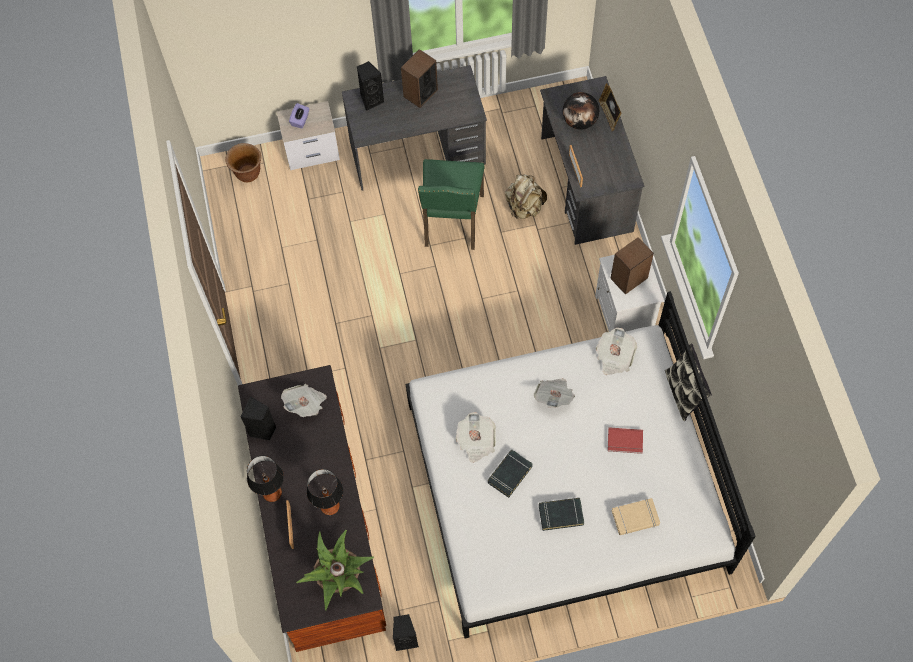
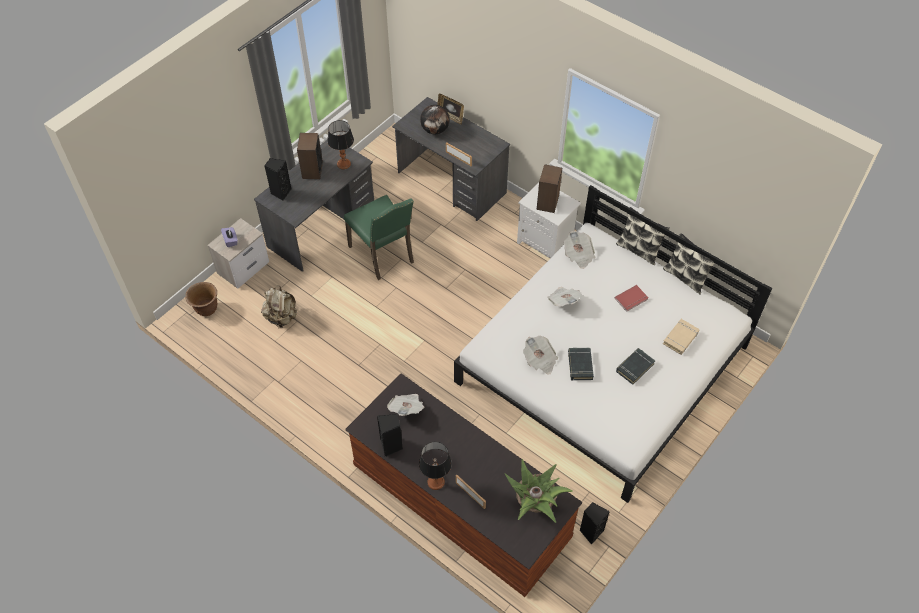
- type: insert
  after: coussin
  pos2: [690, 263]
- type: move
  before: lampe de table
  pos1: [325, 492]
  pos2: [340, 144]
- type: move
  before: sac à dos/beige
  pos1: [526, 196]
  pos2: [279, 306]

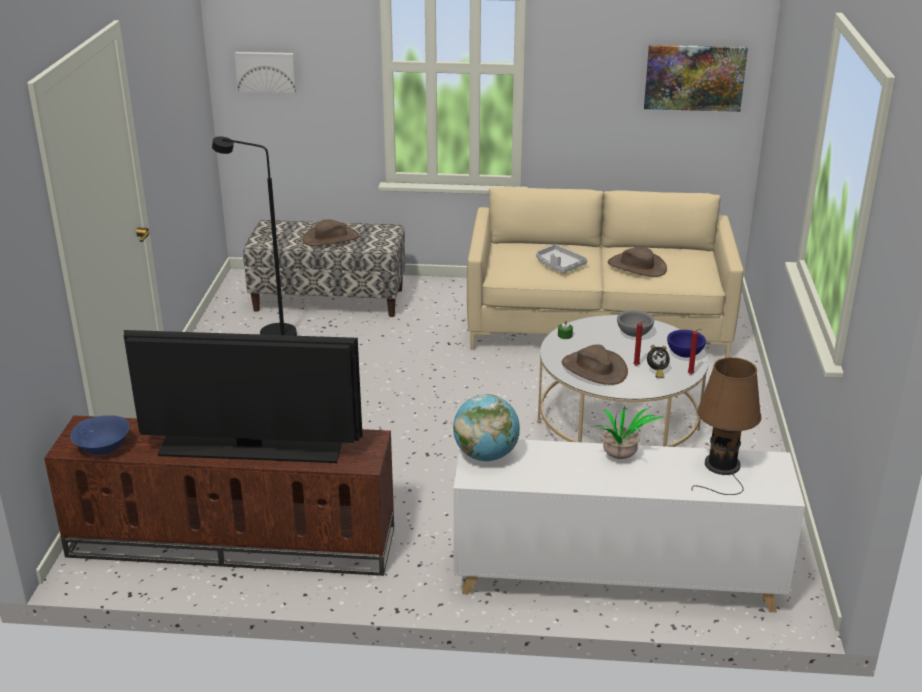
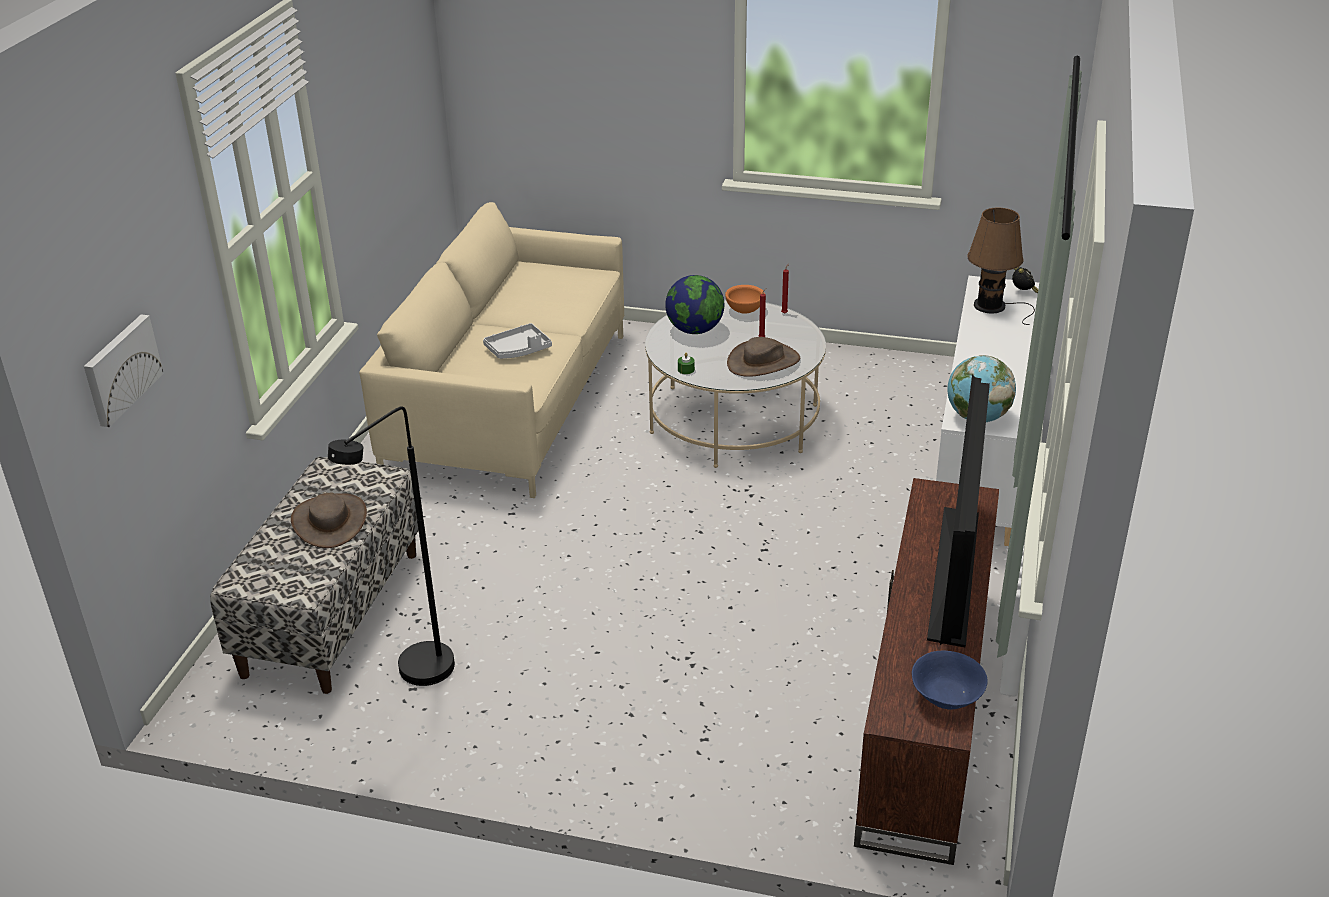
- type: delete
  before: plante en pot
  pos1: [626, 432]
- type: delete
  before: chapeau/marron
  pos1: [637, 262]
- type: delete
  before: tableau
  pos1: [696, 78]
- type: move
  before: réveil
  pos1: [658, 361]
  pos2: [1025, 280]
- type: replace
  before: bol/gris
  after: globe
  pos1: [635, 323]
  pos2: [694, 304]
- type: recolor
  before: bol/bleu
  after: bol/orange
  pos1: [686, 344]
  pos2: [745, 299]

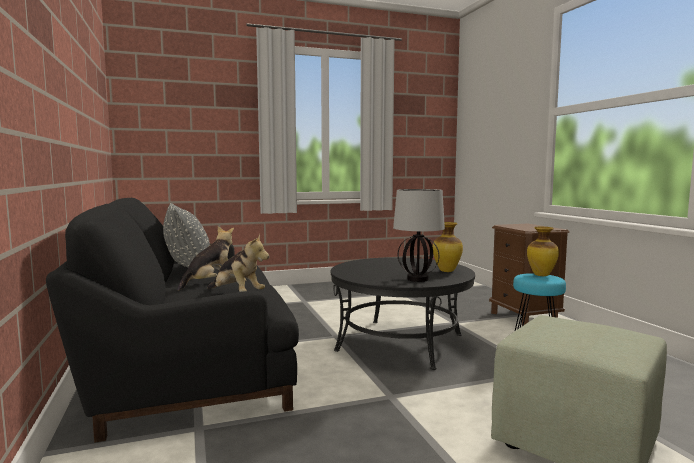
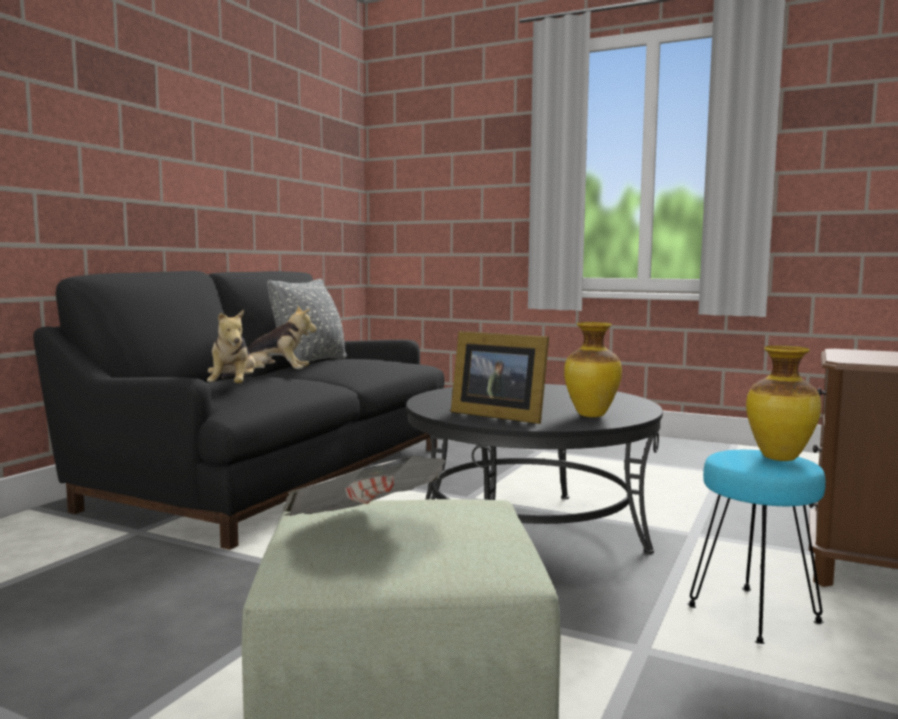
- type: insert
  after: journal
  pos2: [364, 486]
- type: replace
  before: lampe de table
  after: cadre photo
  pos1: [419, 235]
  pos2: [500, 377]

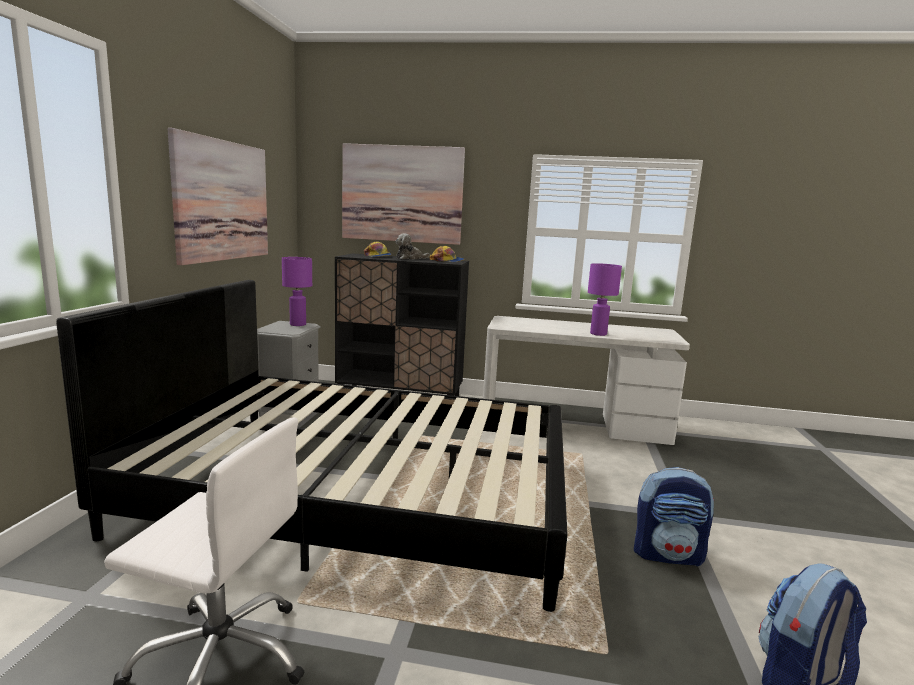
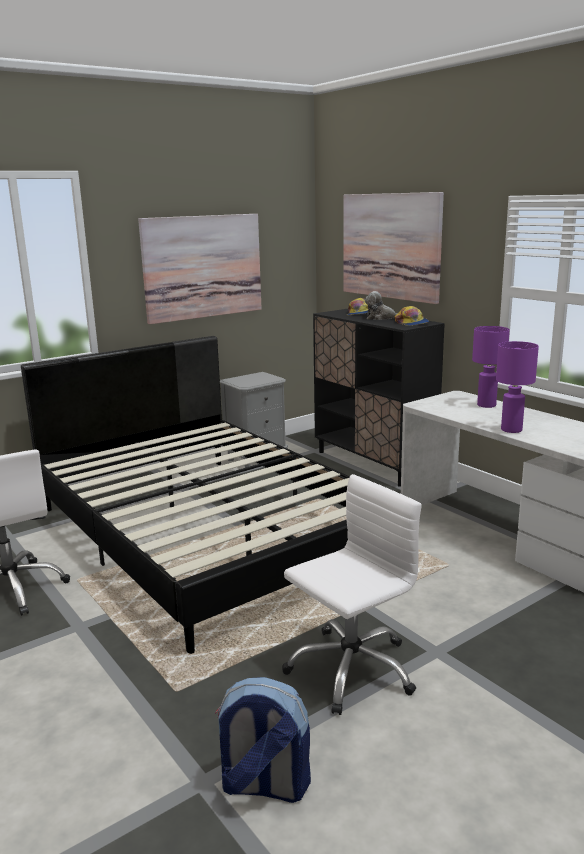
- type: move
  before: lampe de table/violet
  pos1: [297, 291]
  pos2: [491, 367]
- type: replace
  before: sac à dos
  after: chaise de bureau/blanc
  pos1: [674, 516]
  pos2: [352, 594]

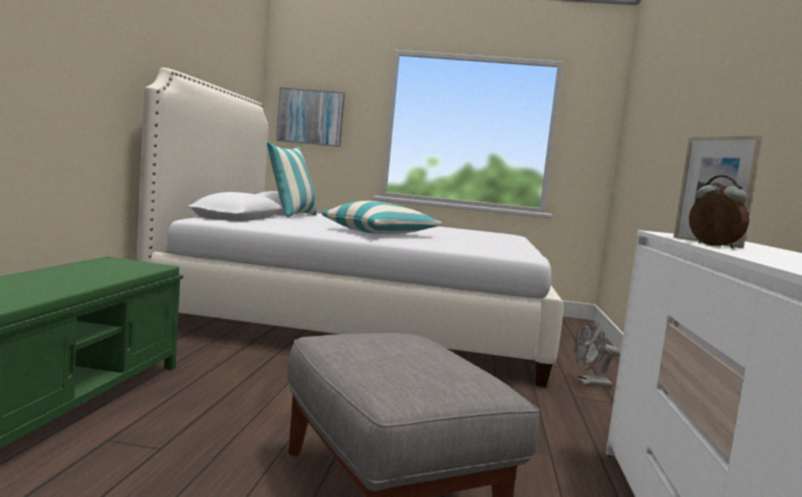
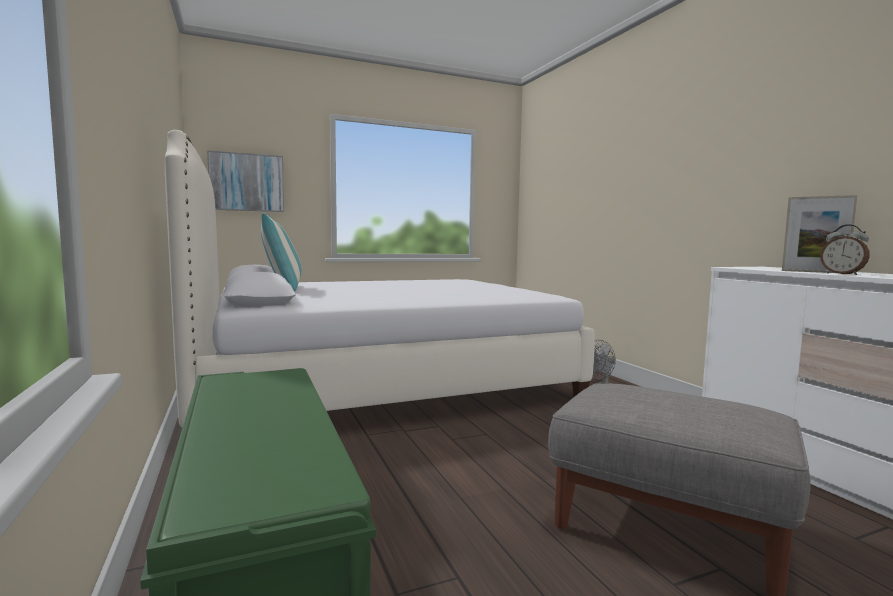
- type: delete
  before: coussin
  pos1: [382, 217]
- type: rotate
  before: réveil
  pos1: [719, 211]
  pos2: [845, 249]
  turn: -150

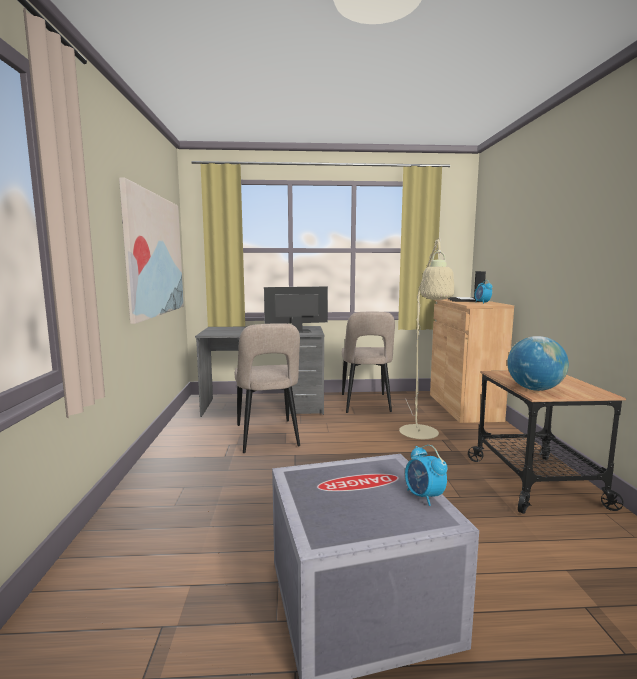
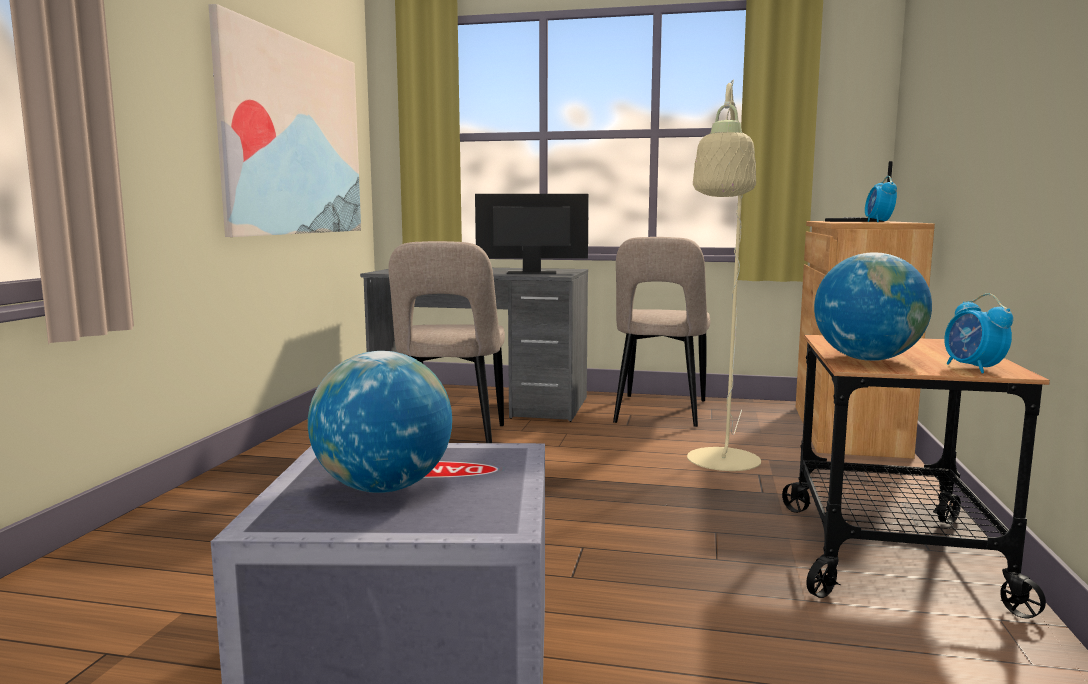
- type: insert
  after: globe
  pos2: [380, 422]
- type: move
  before: réveil
  pos1: [426, 475]
  pos2: [978, 333]

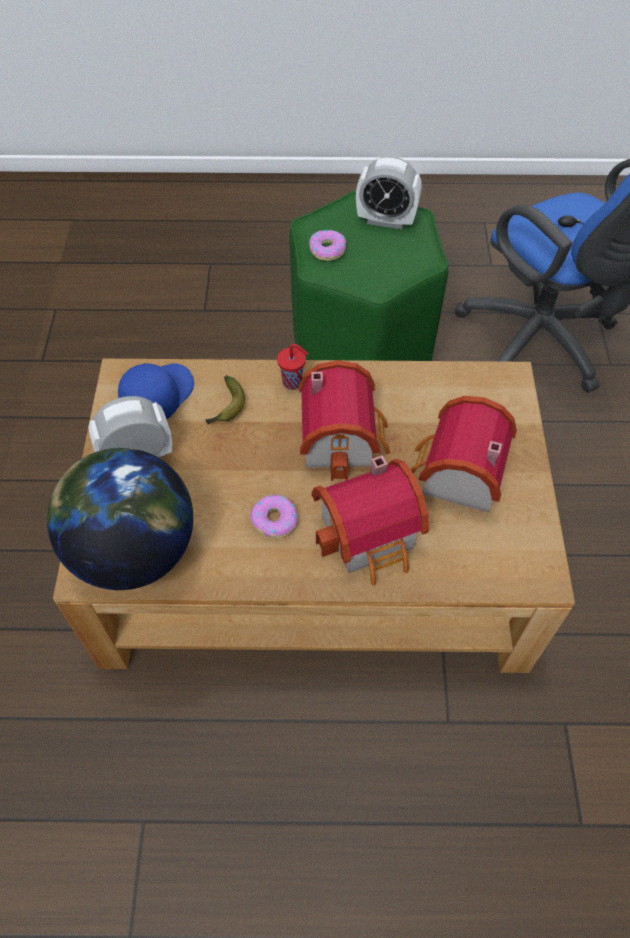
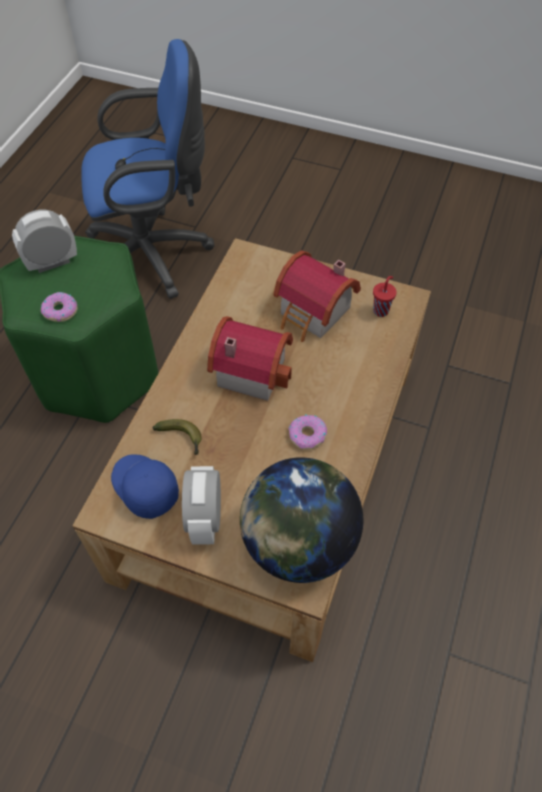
- type: delete
  before: maison miniature
  pos1: [370, 520]
- type: move
  before: tasse/rouge
  pos1: [292, 367]
  pos2: [385, 296]
- type: rotate
  before: réveil
  pos1: [389, 192]
  pos2: [44, 241]
  turn: -150

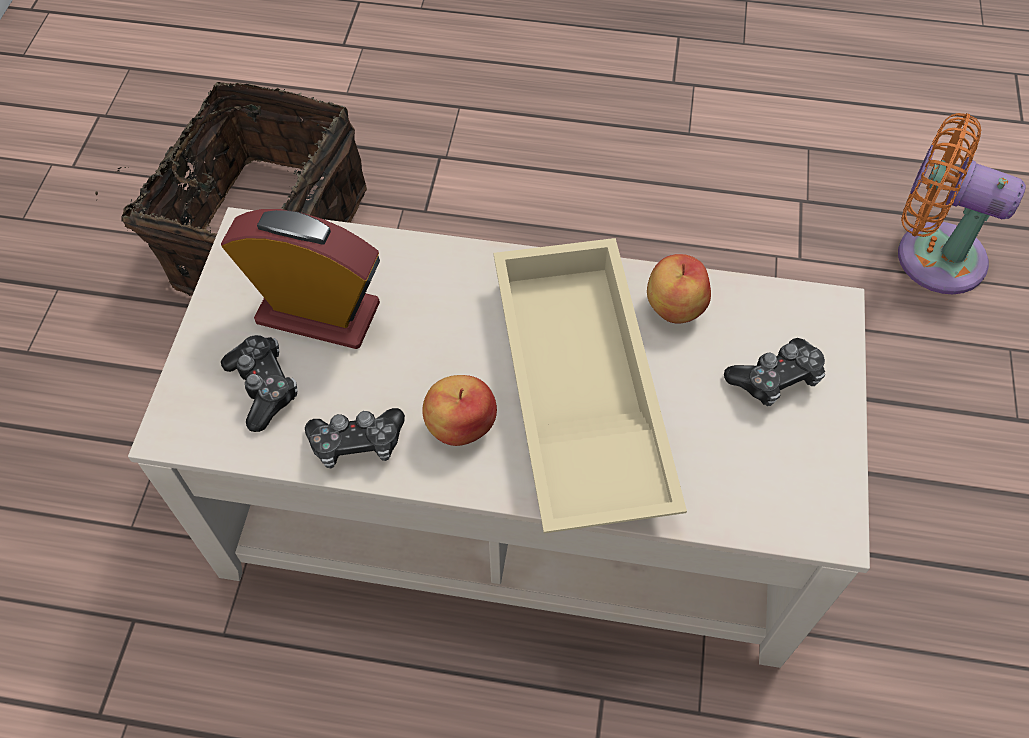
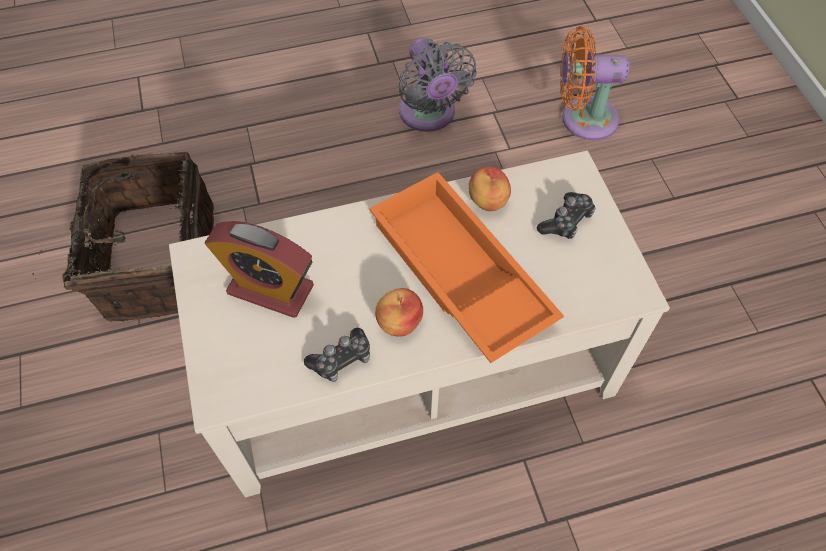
- type: delete
  before: manette
  pos1: [259, 383]
- type: insert
  after: ventilateur/gris
  pos2: [437, 85]
- type: recolor
  before: plateau/beige
  after: plateau/orange
  pos1: [590, 386]
  pos2: [466, 267]
- type: rotate
  before: réveil
  pos1: [300, 279]
  pos2: [259, 269]
  turn: -150

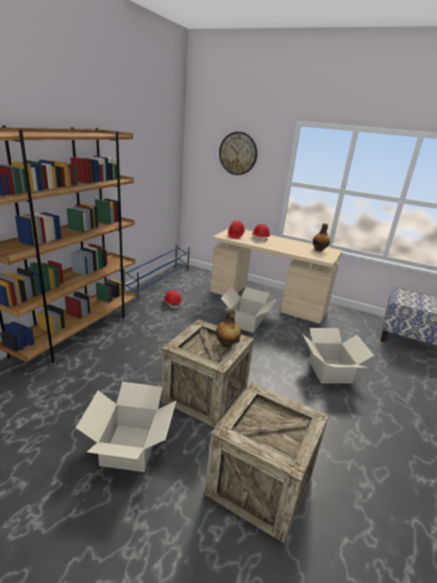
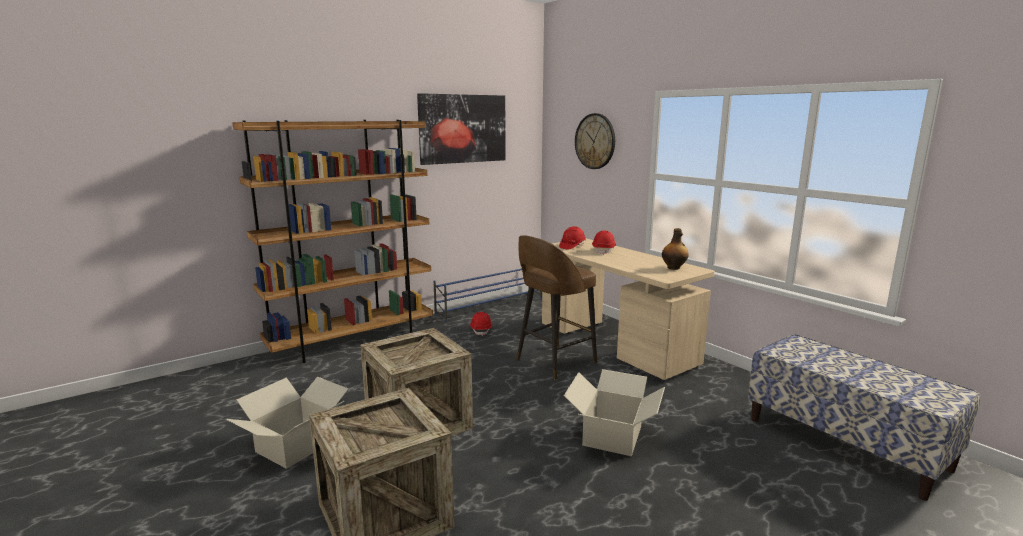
- type: delete
  before: bouteille
  pos1: [228, 328]
- type: insert
  after: tableau
  pos2: [461, 129]
- type: replace
  before: carton
  after: tabouret/marron
  pos1: [249, 310]
  pos2: [556, 307]

